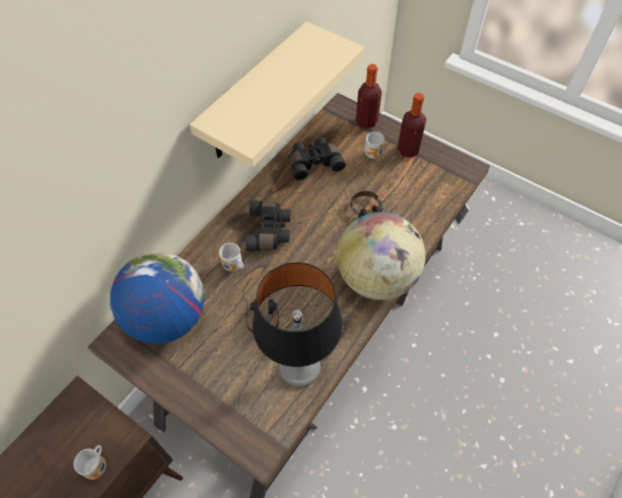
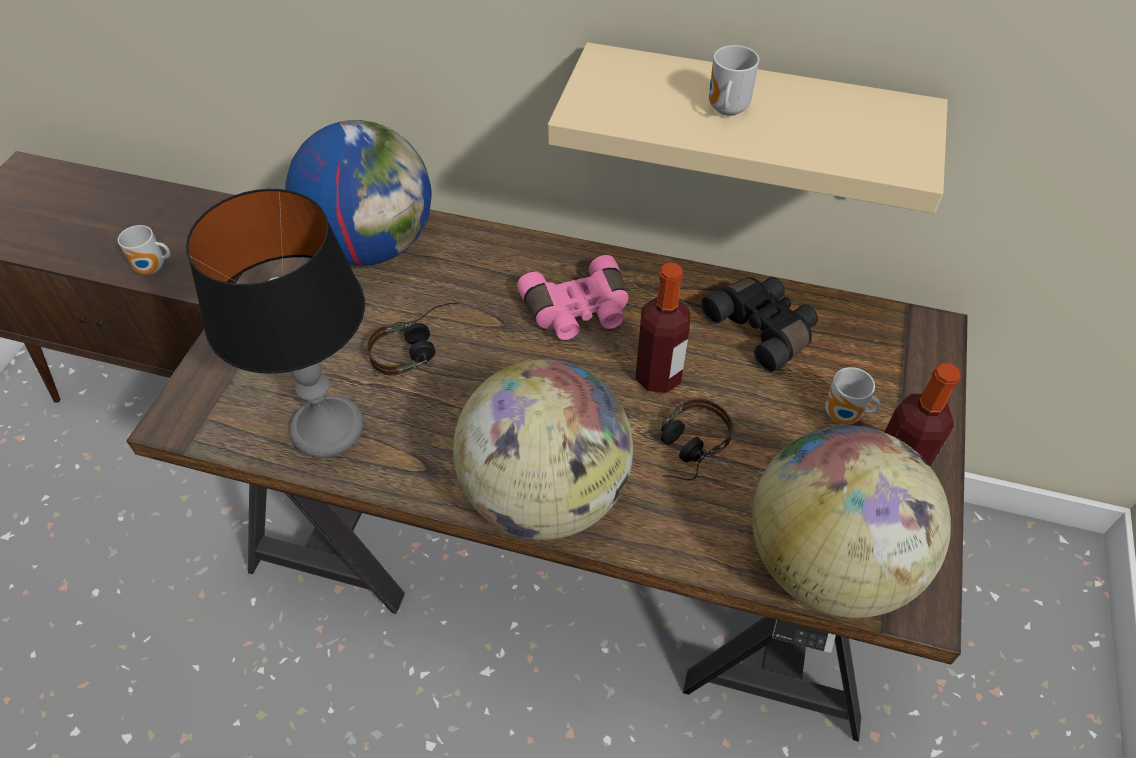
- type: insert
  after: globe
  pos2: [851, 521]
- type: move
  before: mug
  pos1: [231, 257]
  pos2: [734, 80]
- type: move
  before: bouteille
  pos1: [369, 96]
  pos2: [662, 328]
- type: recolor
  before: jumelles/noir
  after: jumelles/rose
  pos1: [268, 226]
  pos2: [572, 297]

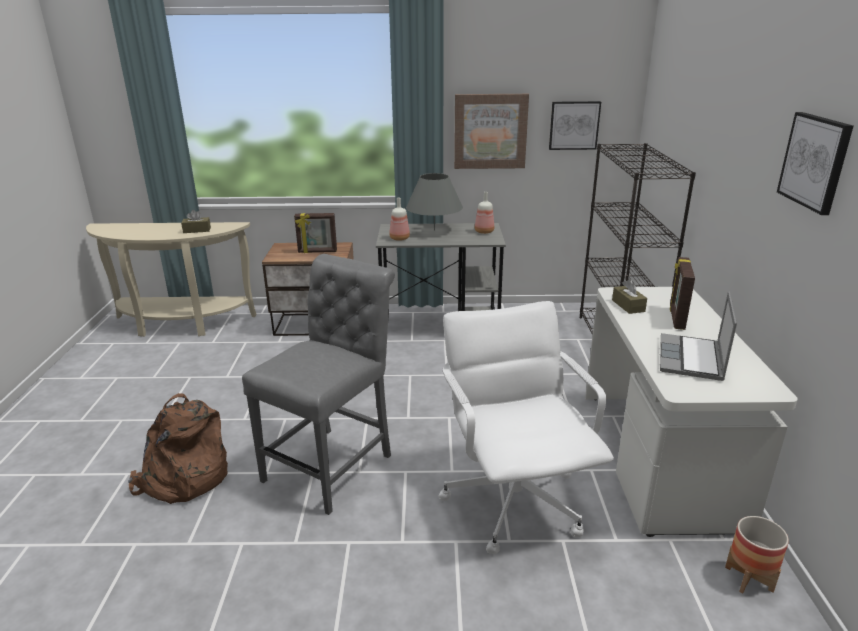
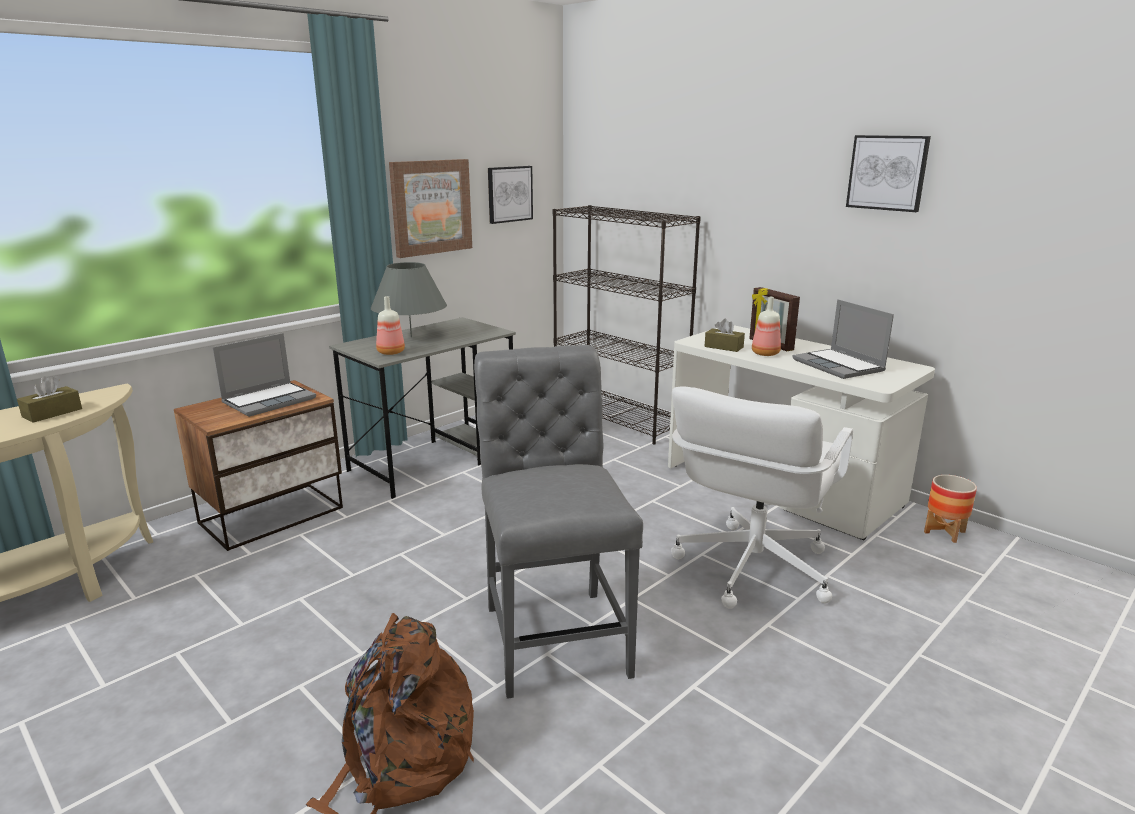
- type: move
  before: bouteille
  pos1: [484, 213]
  pos2: [766, 326]
- type: replace
  before: cadre photo
  after: ordinateur portable
  pos1: [315, 233]
  pos2: [264, 375]
- type: rotate
  before: chaise de bureau/blanc
  pos1: [526, 427]
  pos2: [762, 498]
  turn: -90

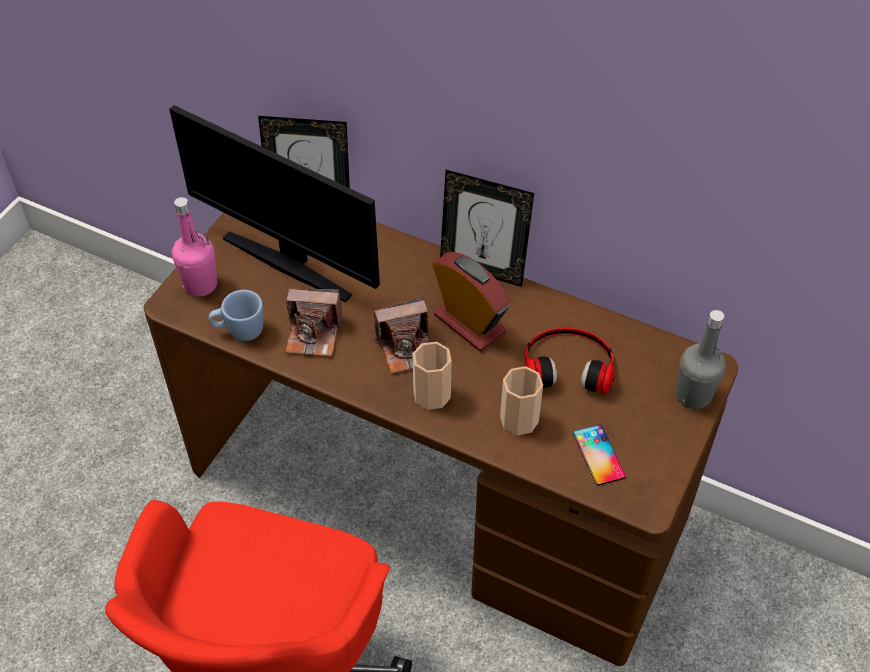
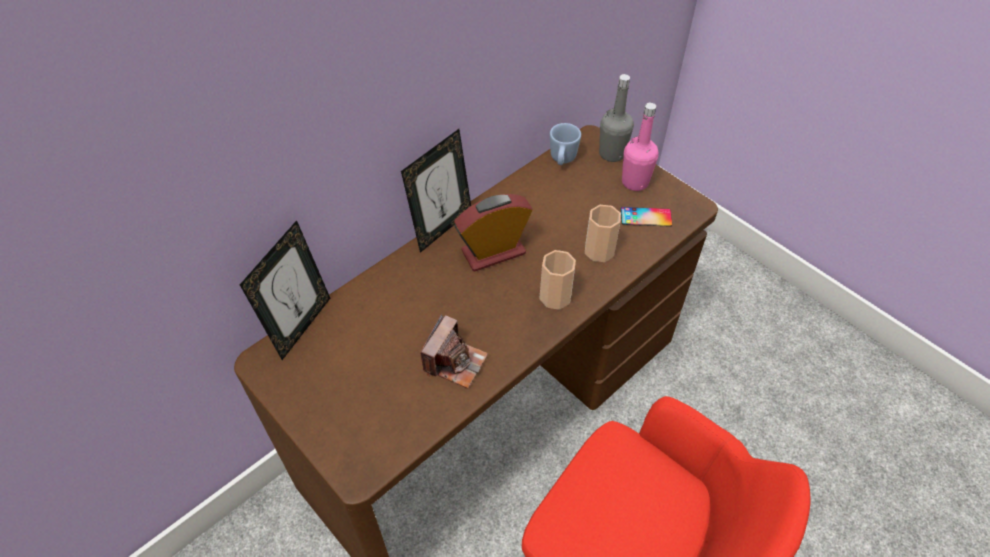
- type: delete
  before: écran d'ordinateur
  pos1: [274, 203]
- type: delete
  before: appareil photo
  pos1: [402, 335]
- type: delete
  before: casque audio
  pos1: [570, 361]
- type: move
  before: bouteille/rose
  pos1: [194, 247]
  pos2: [640, 147]
- type: move
  before: mug/bleu
  pos1: [236, 315]
  pos2: [565, 144]

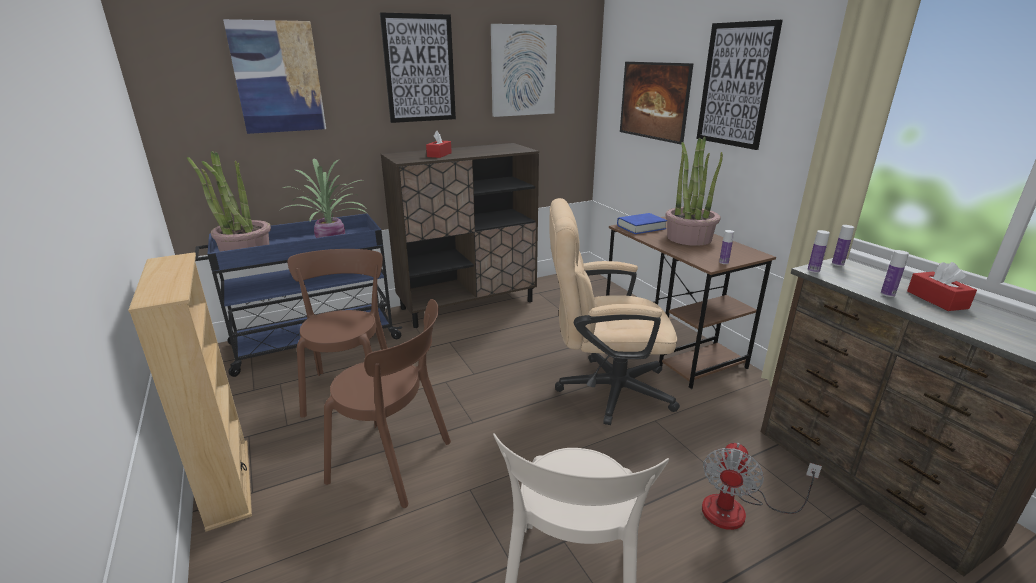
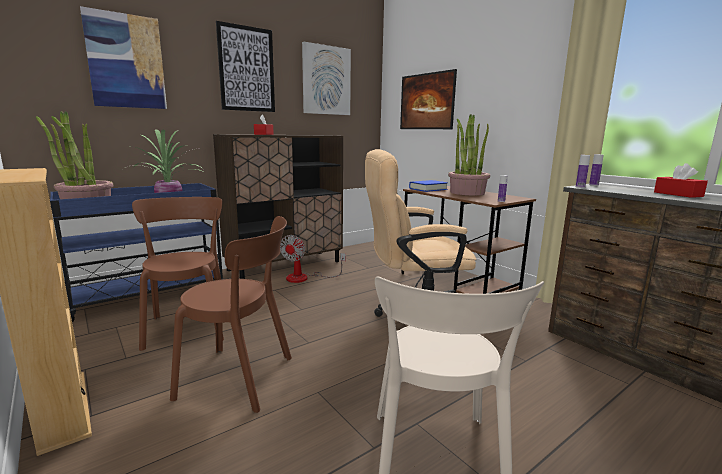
- type: delete
  before: tableau
  pos1: [739, 85]
- type: delete
  before: bouteille
  pos1: [895, 273]
- type: move
  before: ventilateur
  pos1: [762, 486]
  pos2: [313, 259]

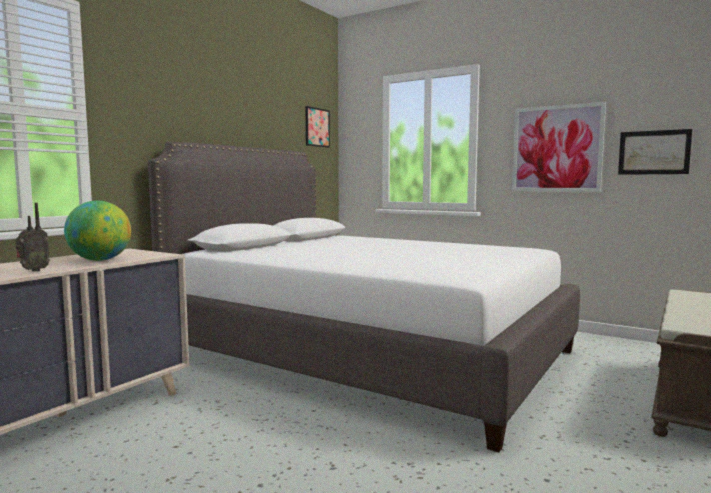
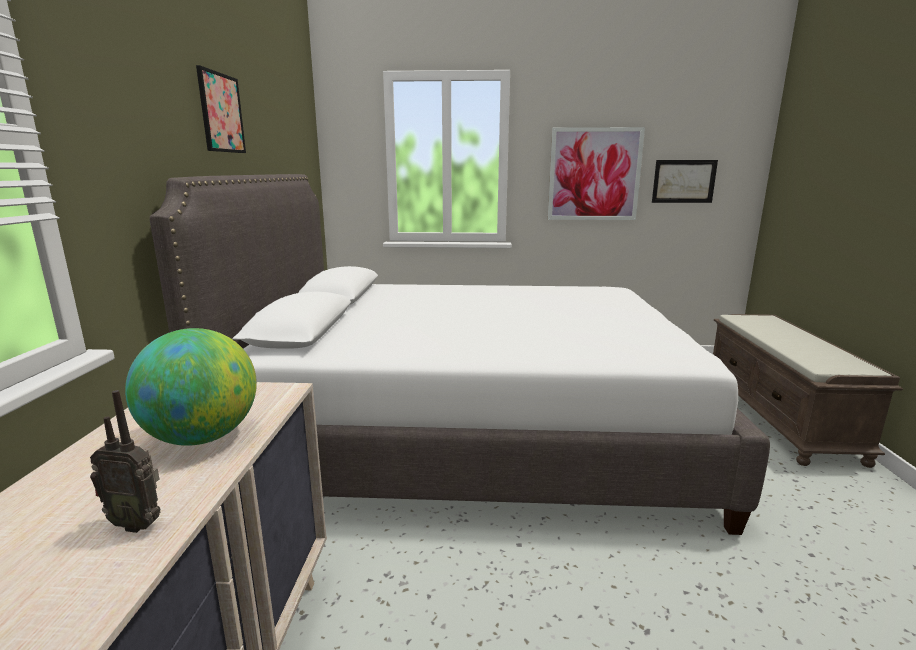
- type: move
  before: tableau
  pos1: [317, 127]
  pos2: [221, 109]
- type: rotate
  before: radio
  pos1: [32, 237]
  pos2: [125, 461]
  turn: 90

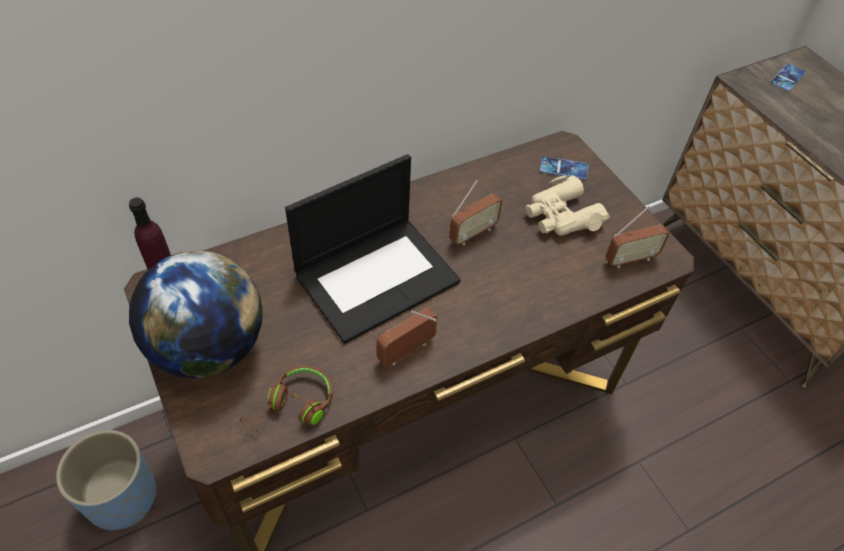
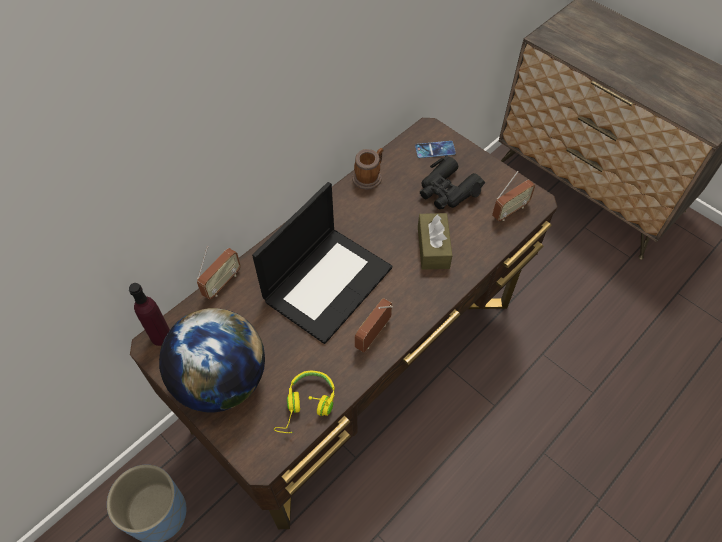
- type: delete
  before: téléphone
  pos1: [788, 77]
- type: insert
  after: mug
  pos2: [368, 169]
- type: insert
  after: boîte à mouchoirs/marron
  pos2: [435, 241]
- type: move
  before: radio
  pos1: [476, 212]
  pos2: [219, 273]
- type: recolor
  before: casque audio/marron
  after: casque audio/jaune
  pos1: [286, 398]
  pos2: [304, 402]
- type: recolor
  before: jumelles/beige
  after: jumelles/noir
  pos1: [568, 205]
  pos2: [452, 182]

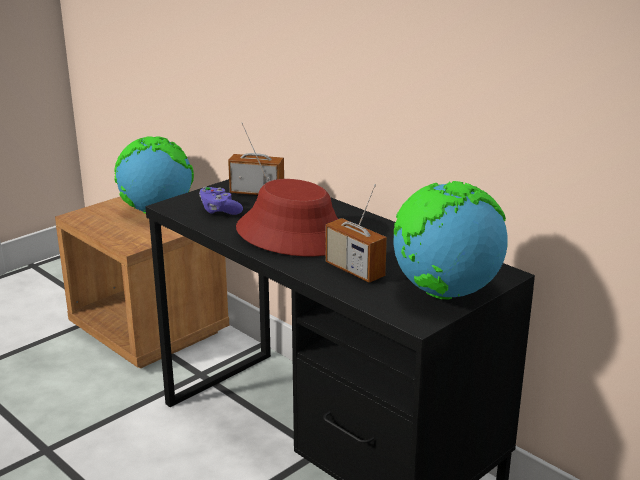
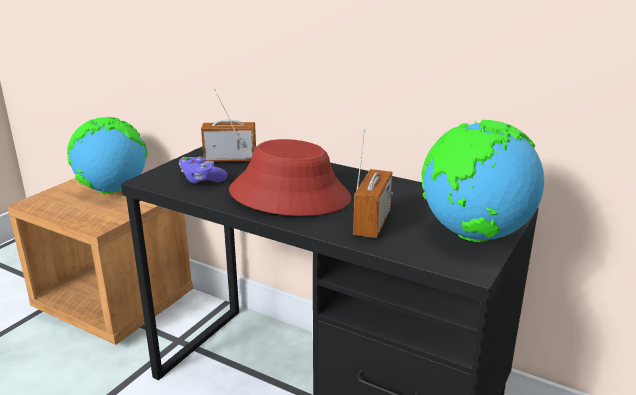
- type: rotate
  before: radio
  pos1: [356, 233]
  pos2: [373, 183]
  turn: -105

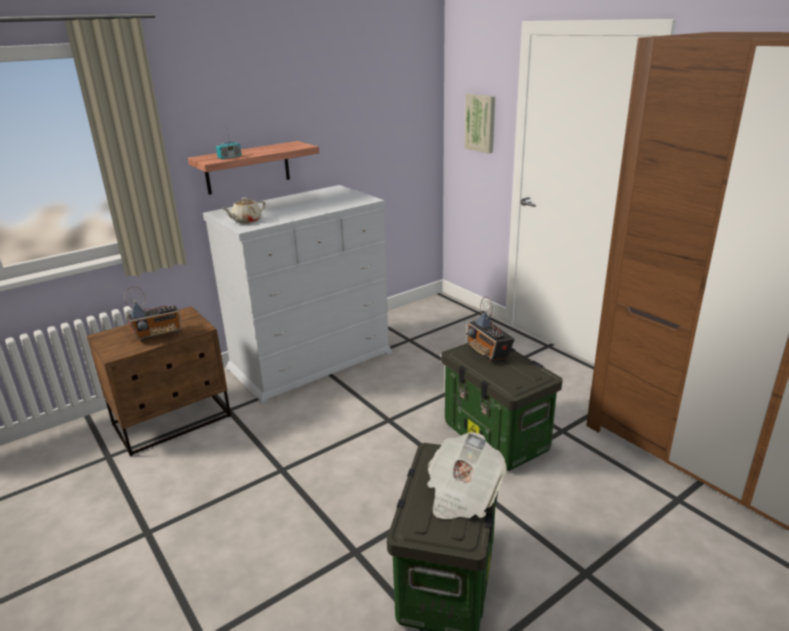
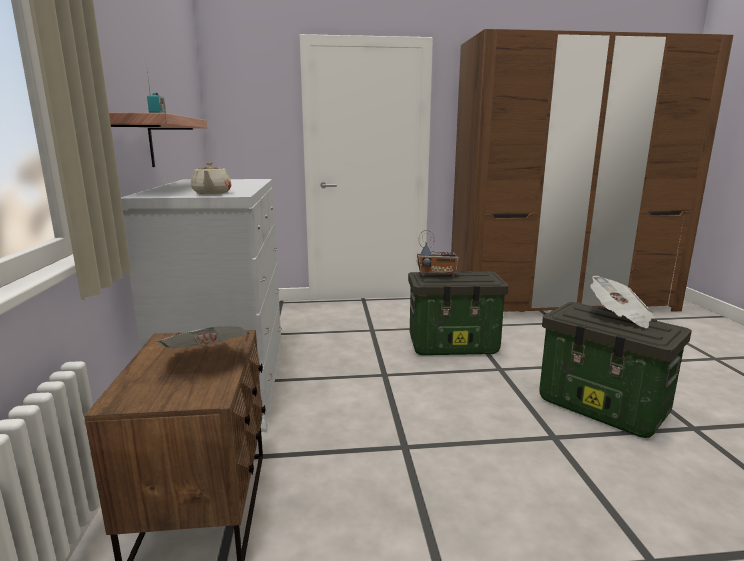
- type: delete
  before: tableau
  pos1: [480, 123]
- type: replace
  before: radio
  after: journal
  pos1: [153, 314]
  pos2: [201, 337]

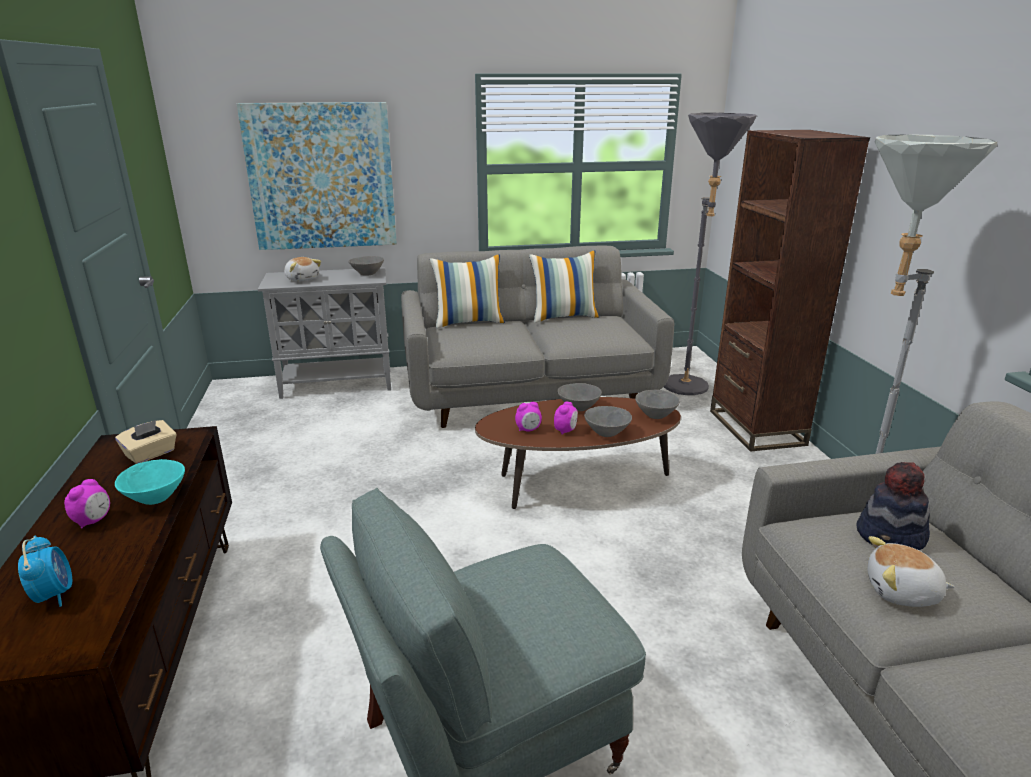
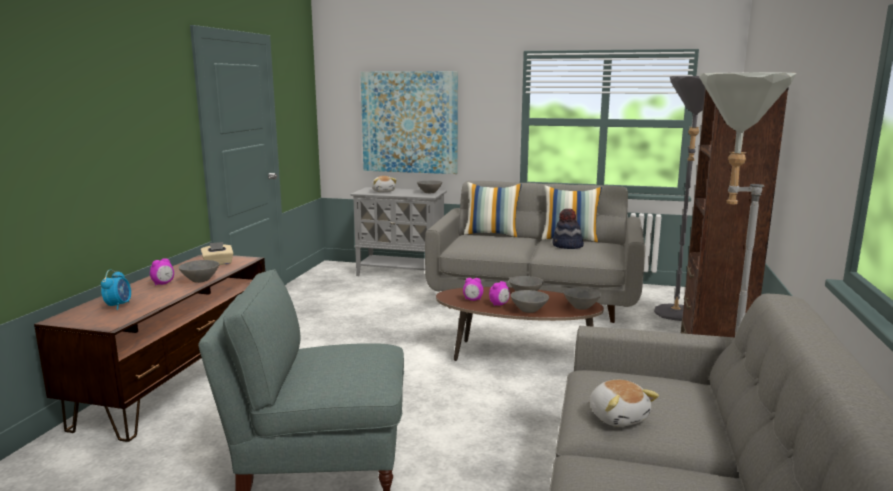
- type: move
  before: chapeau
  pos1: [893, 506]
  pos2: [568, 229]
- type: recolor
  before: bol/turquoise
  after: bol/gris
  pos1: [150, 482]
  pos2: [199, 271]
- type: rotate
  before: peluche
  pos1: [910, 571]
  pos2: [624, 403]
  turn: -150

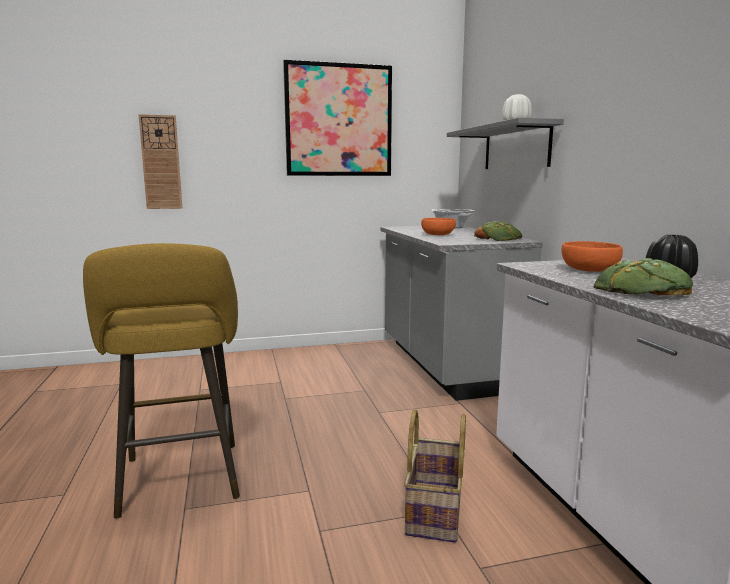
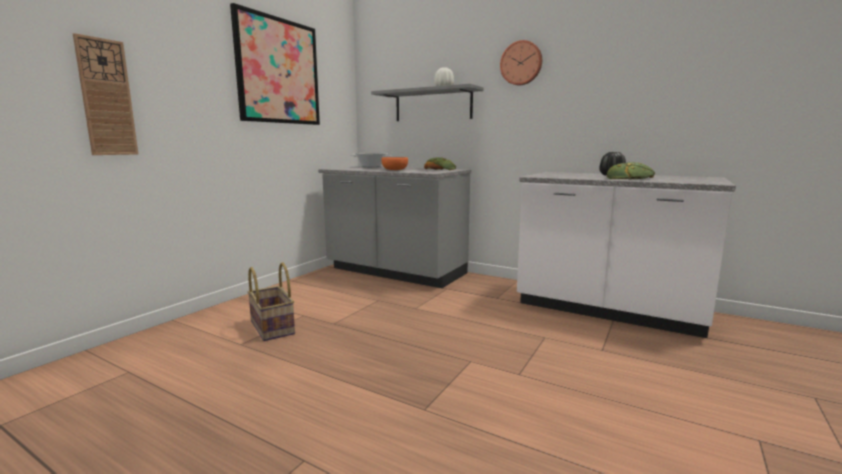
- type: delete
  before: tabouret/jaune
  pos1: [161, 380]
- type: delete
  before: bol/orange
  pos1: [592, 256]
- type: insert
  after: horloge murale
  pos2: [521, 62]
- type: move
  before: panier
  pos1: [435, 476]
  pos2: [271, 301]

